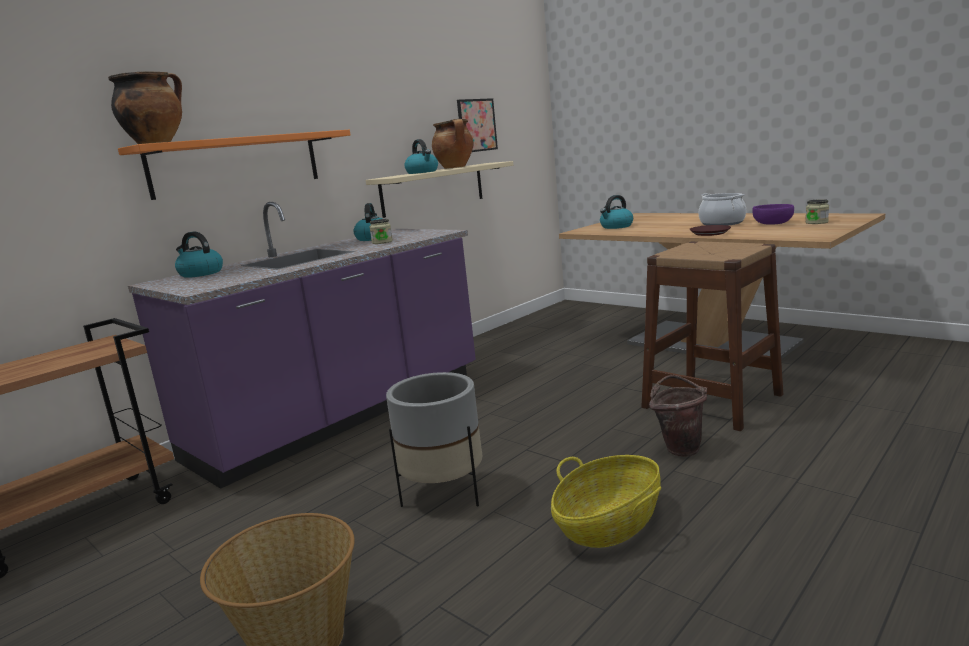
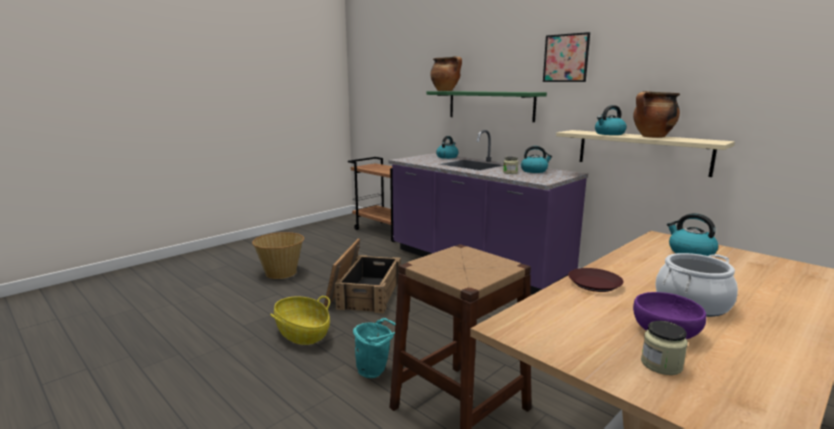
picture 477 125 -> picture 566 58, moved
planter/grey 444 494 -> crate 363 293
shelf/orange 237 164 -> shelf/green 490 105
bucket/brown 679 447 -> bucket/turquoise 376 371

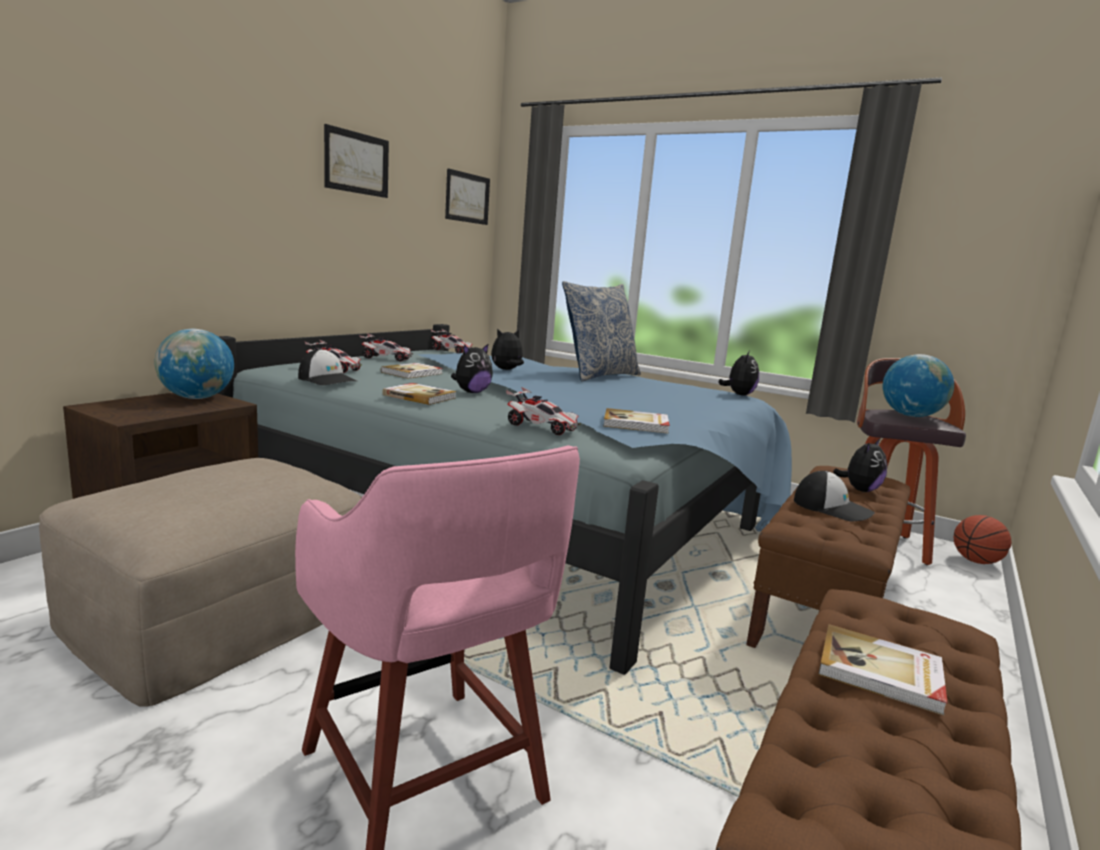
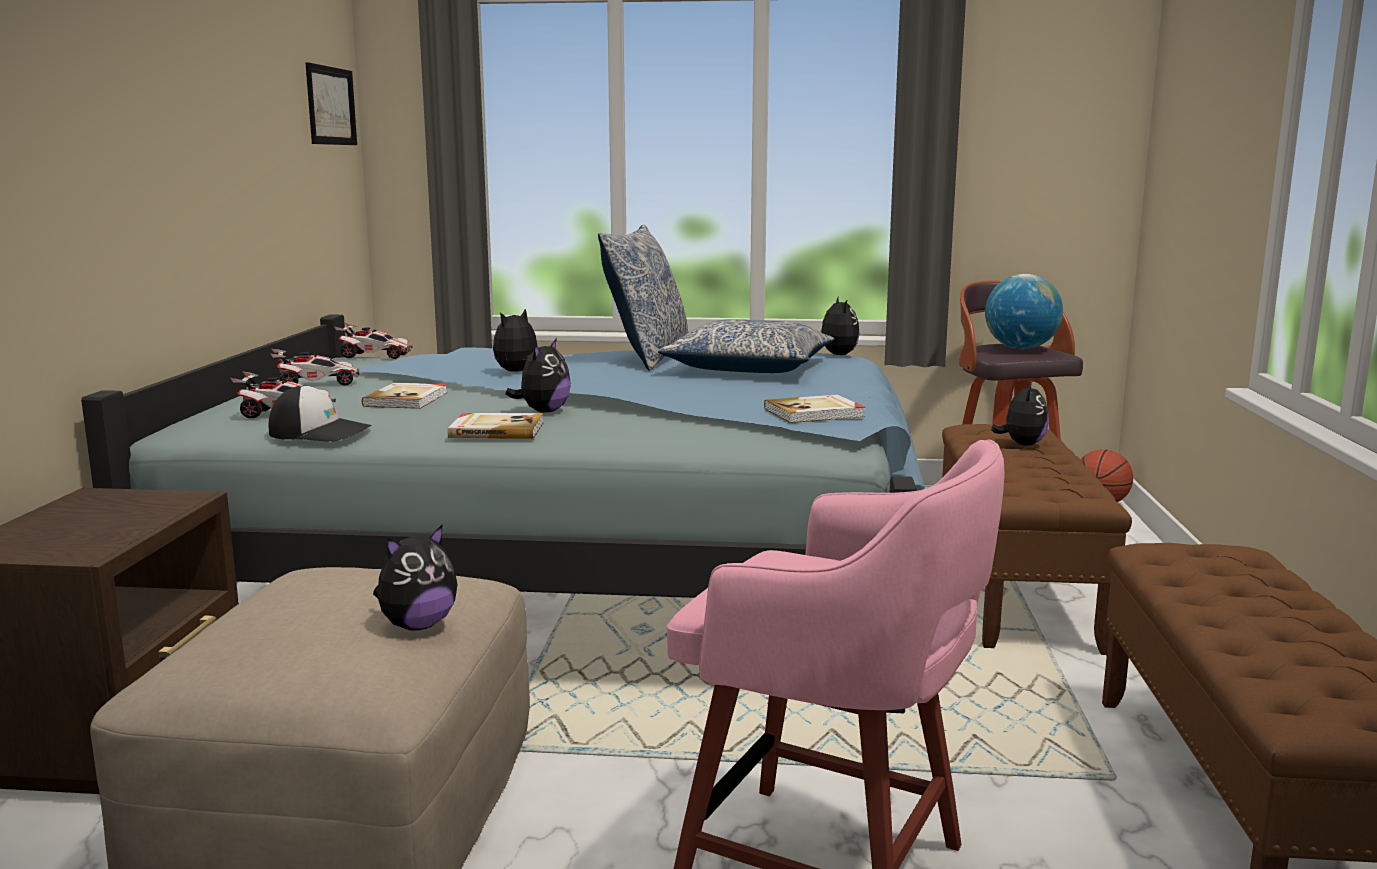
globe 196 398 -> none
picture 357 163 -> none
toy car 542 427 -> none
cap 833 508 -> none
book 880 672 -> none
none -> plush toy 417 625
none -> pillow 749 368

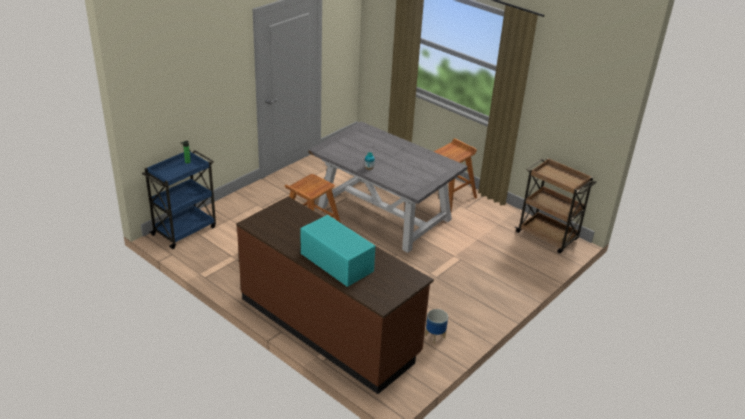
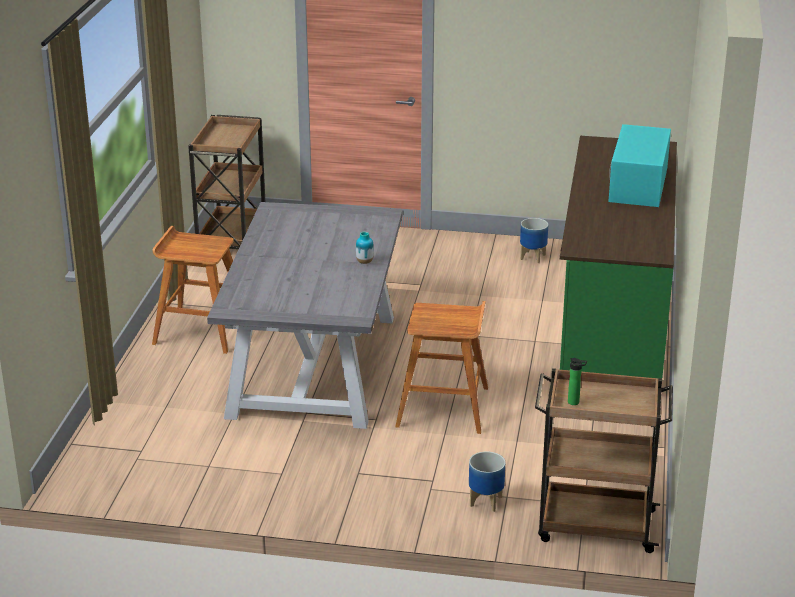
none -> planter 485 502
cart/blue 185 230 -> cart/brown 594 525
counter/brown 329 326 -> counter/green 612 320

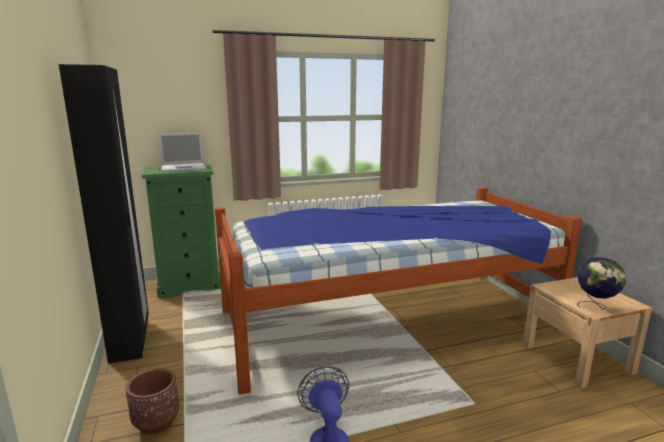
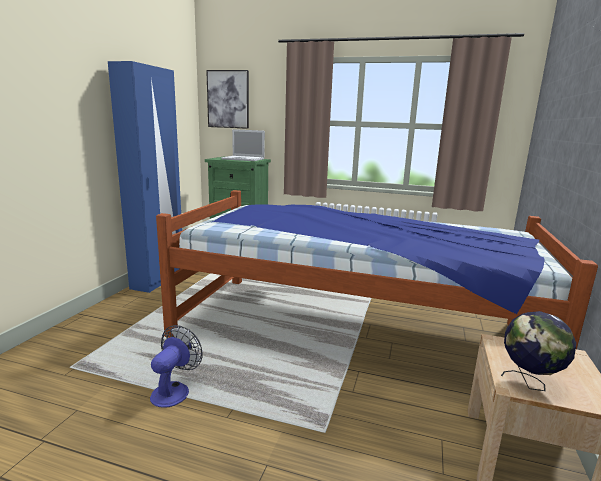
planter/brown 156 422 -> none
none -> picture 228 99
wardrobe/black 130 340 -> wardrobe/blue 158 280

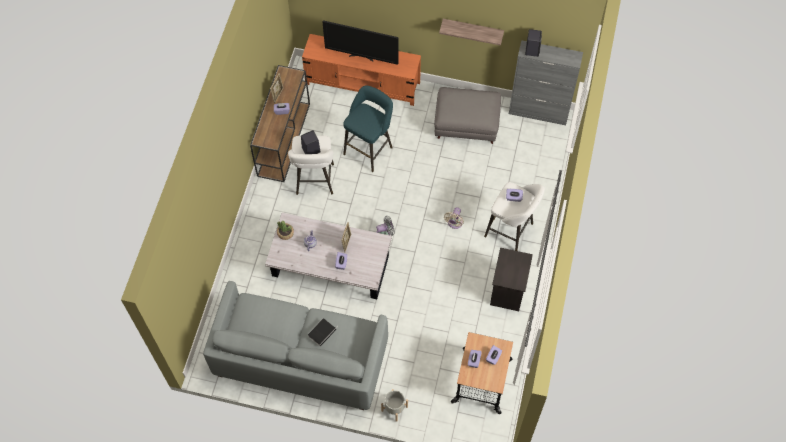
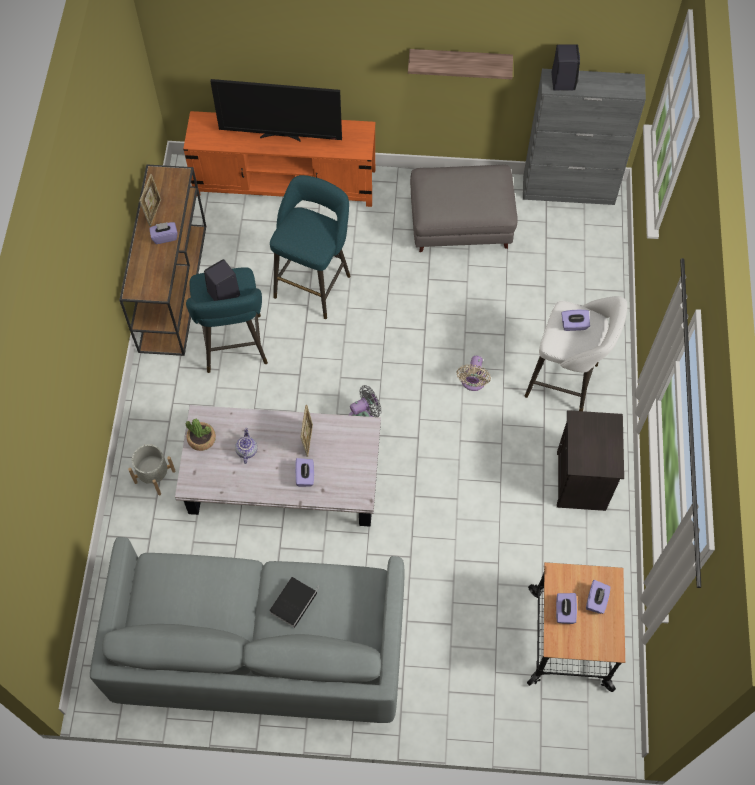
planter/grey 394 408 -> planter/grey 155 476, moved
stool/white 315 181 -> stool/turquoise 234 347

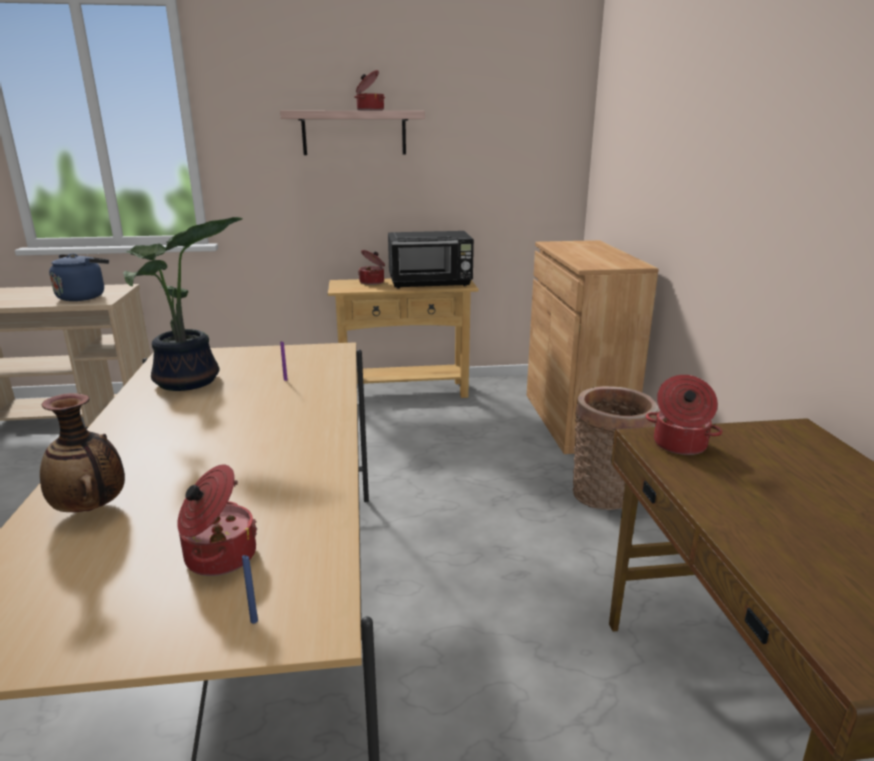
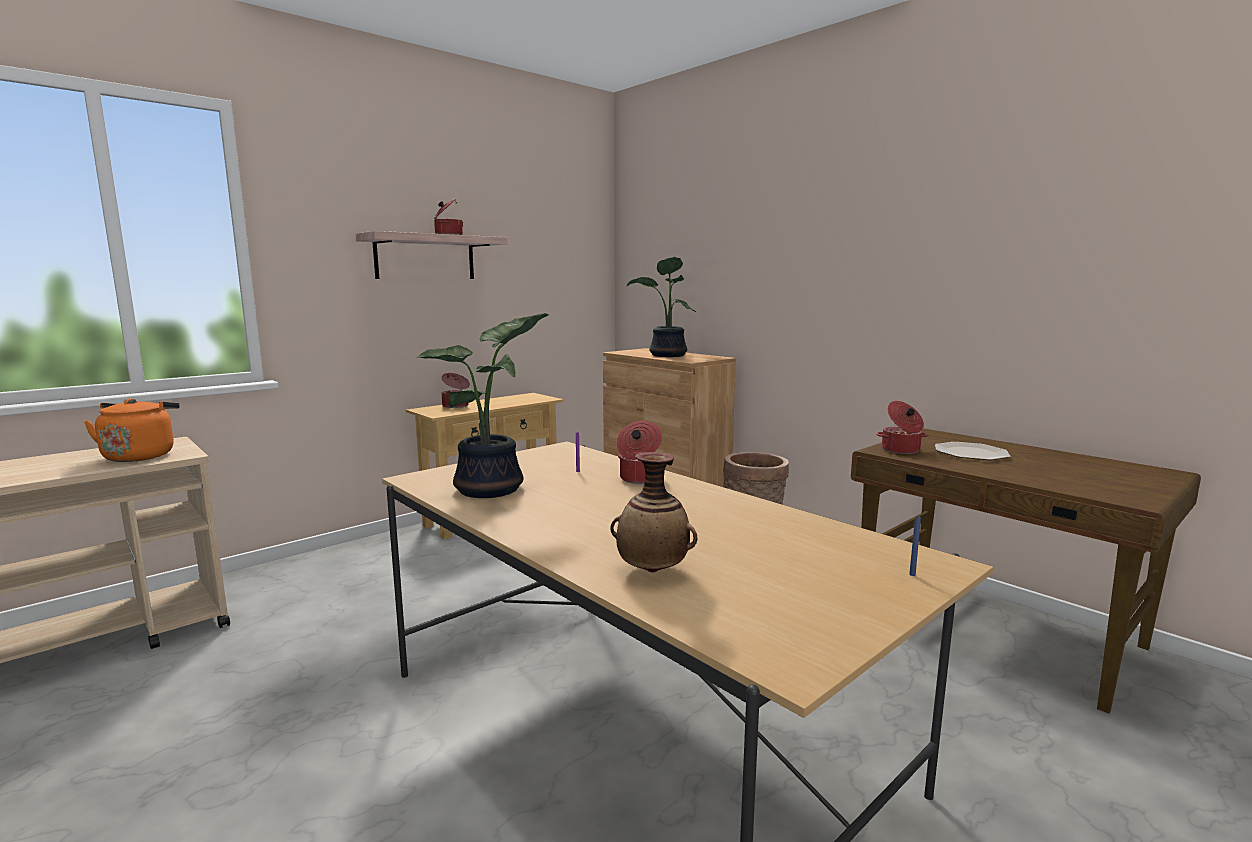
microwave/black 430 283 -> none
none -> potted plant 666 355
none -> plate 972 453
cooking pot 218 556 -> cooking pot 639 479, moved
kettle/blue 84 296 -> kettle/orange 140 455

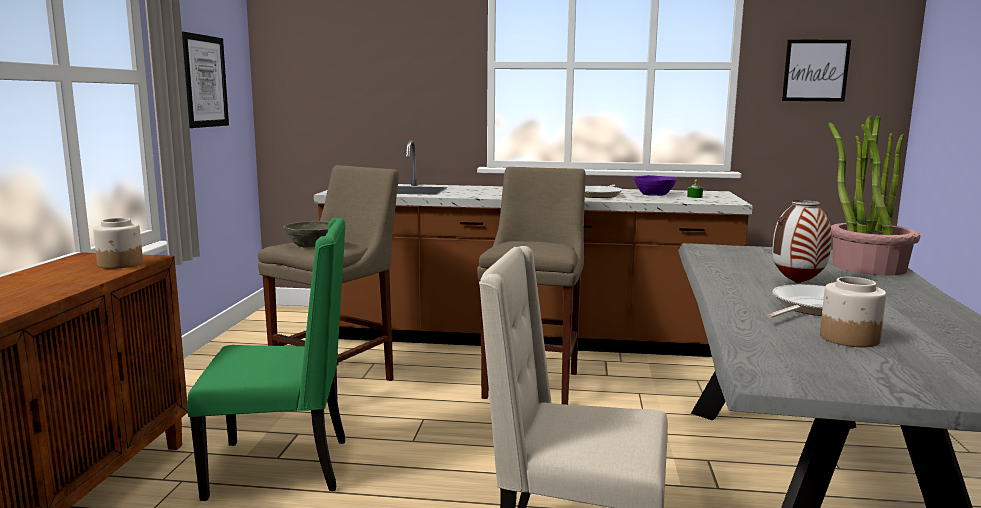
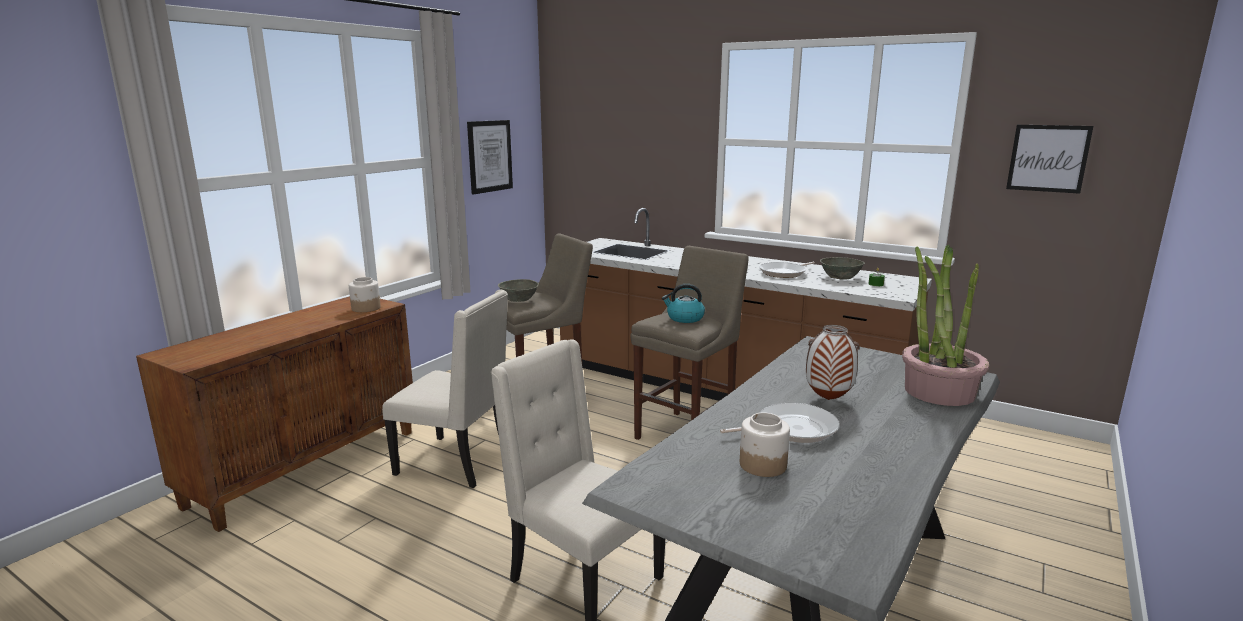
none -> kettle 684 318
chair/green 283 467 -> chair/beige 456 463
bowl/purple 654 194 -> bowl/grey 840 277

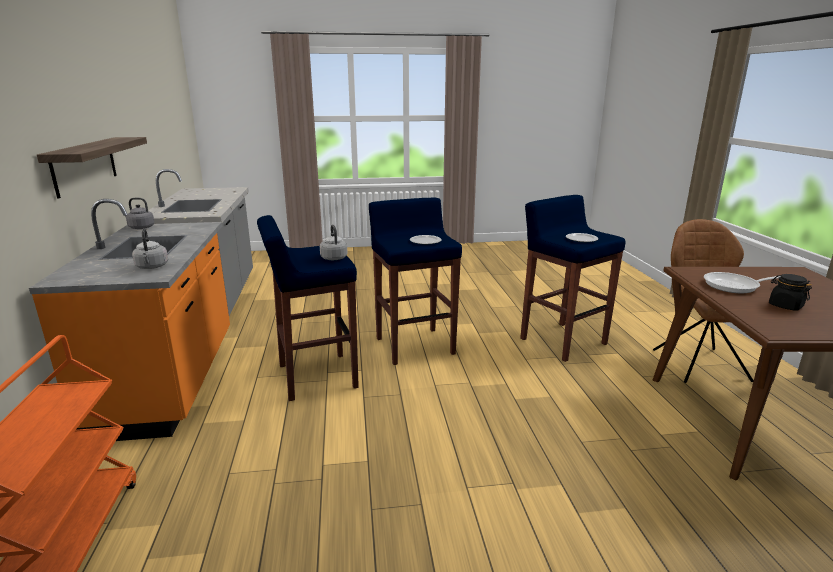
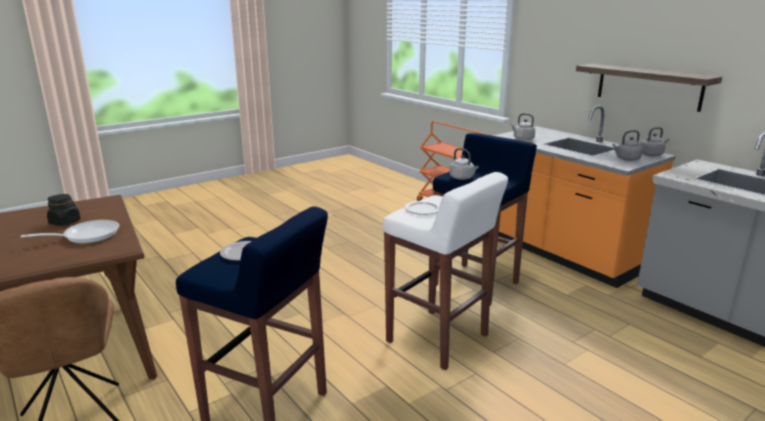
none -> kettle/grey 626 159
stool/blue 414 345 -> stool/white 438 339

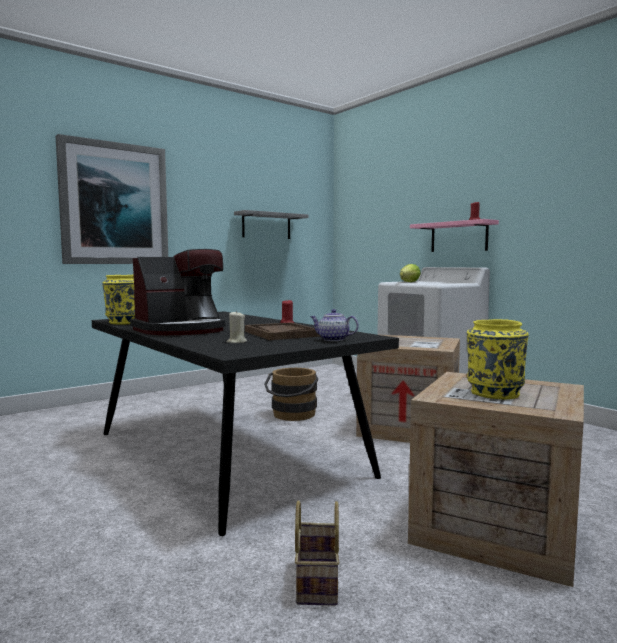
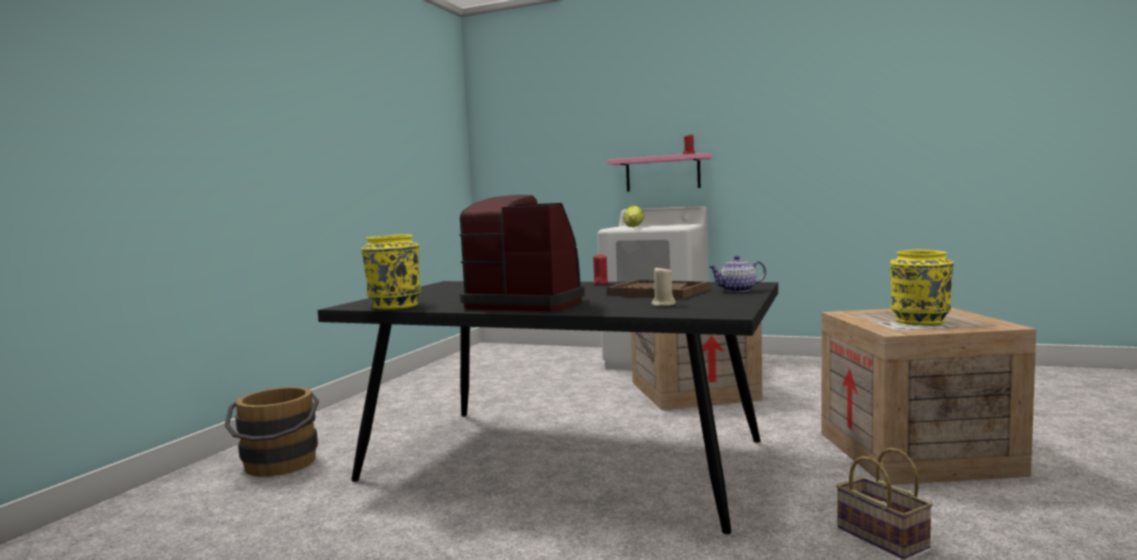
picture 114 204 -> none
shelf/grey 266 226 -> none
bucket/brown 292 415 -> bucket/brown 279 466, moved
coffee machine 181 330 -> coffee machine 527 303, 90 degrees counterclockwise

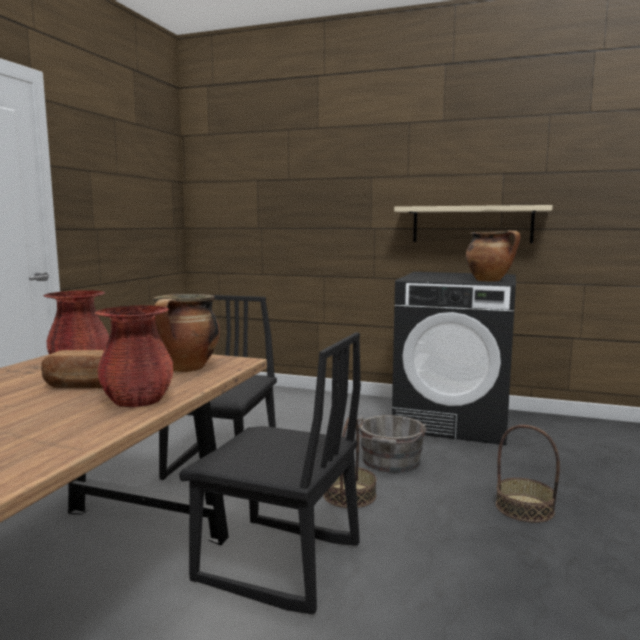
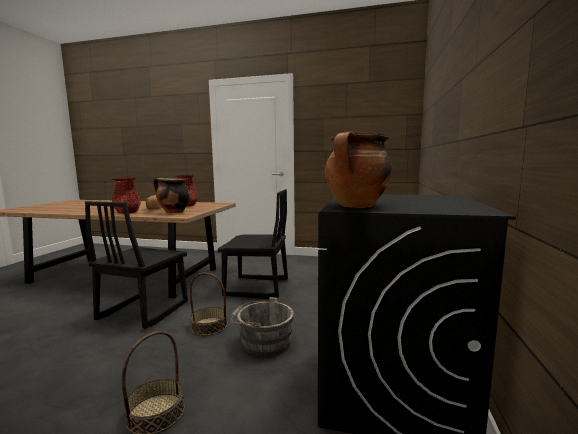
shelf/beige 472 224 -> none

